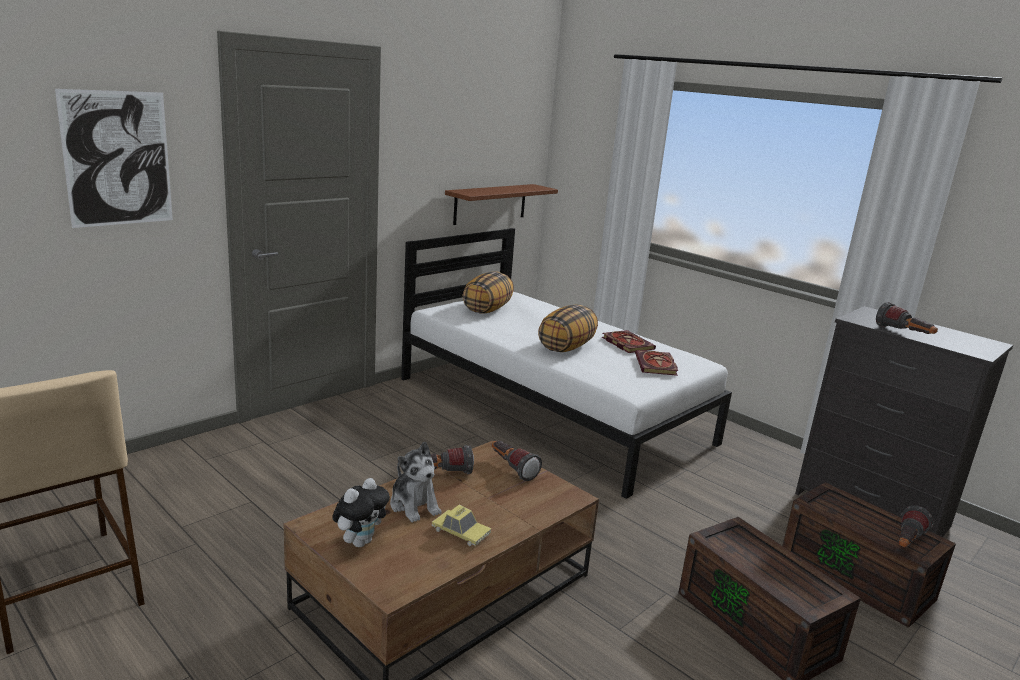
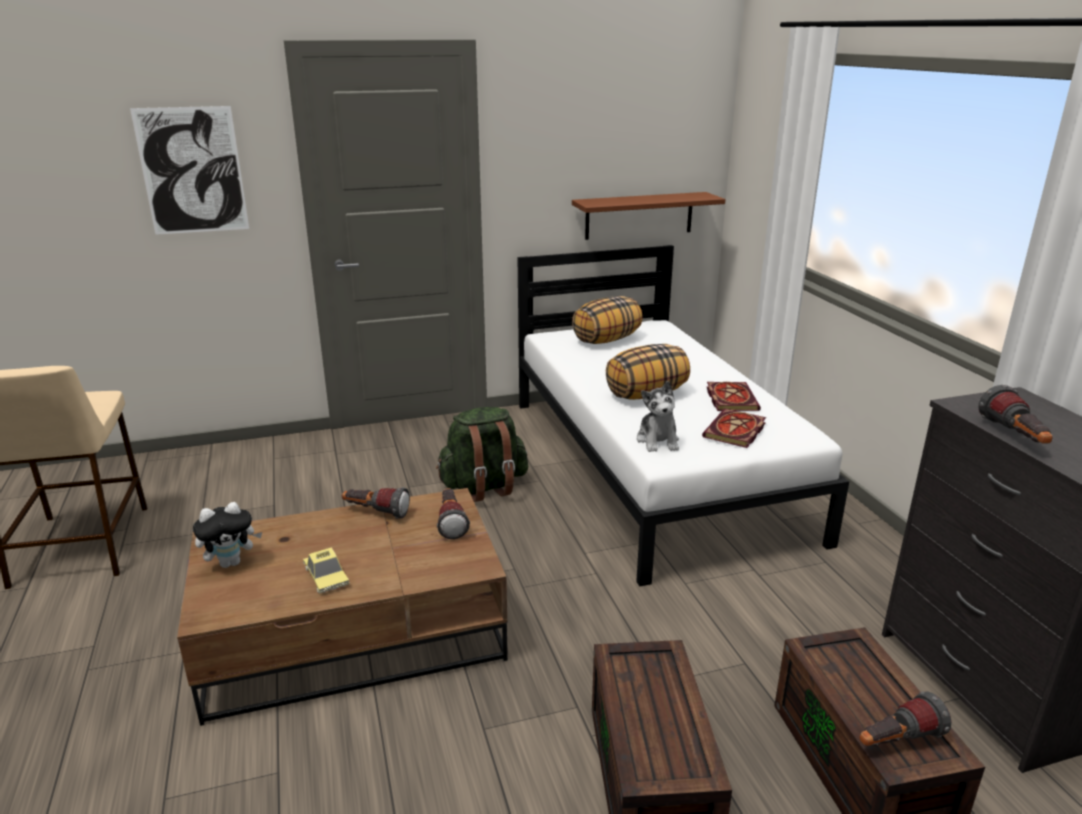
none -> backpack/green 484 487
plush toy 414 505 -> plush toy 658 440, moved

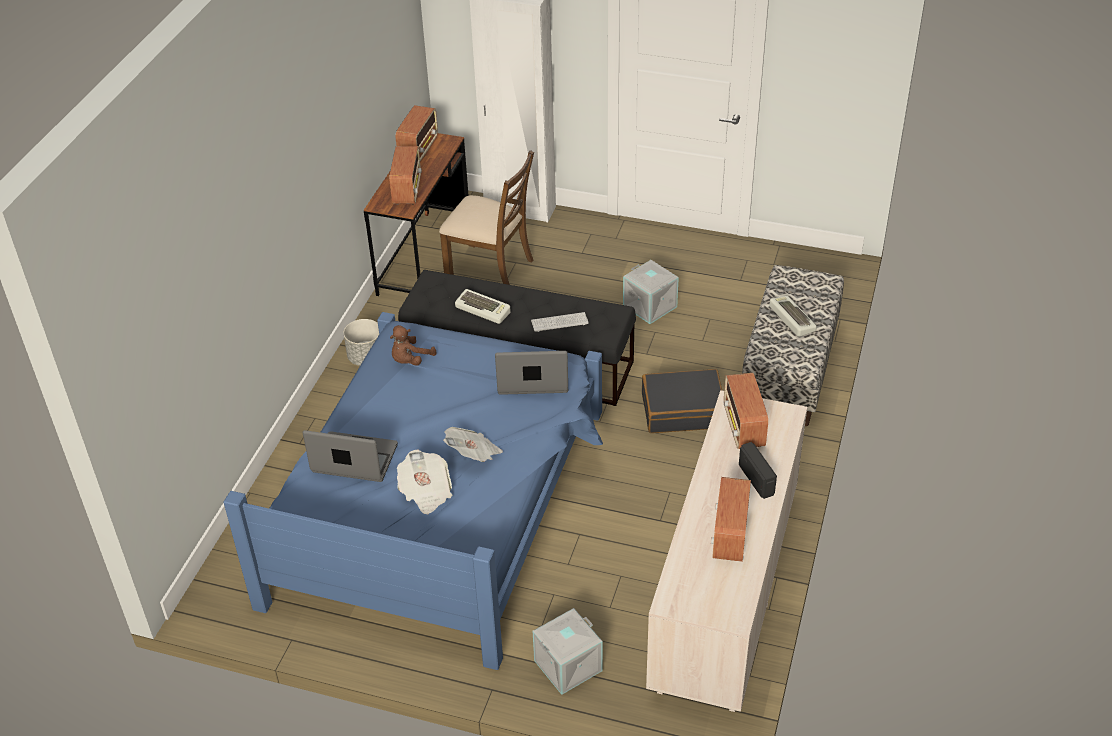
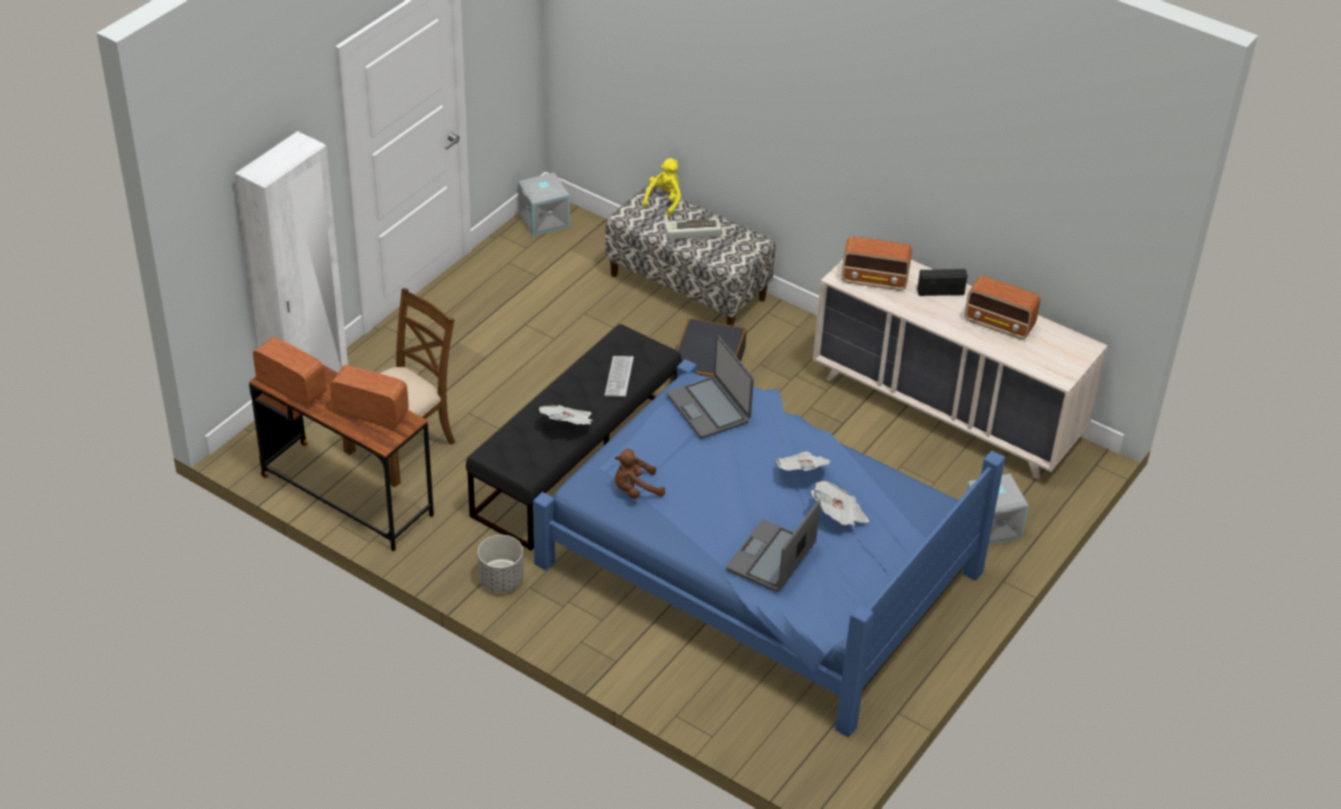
none -> plush toy/yellow 664 200
storage box/grey 650 306 -> storage box/grey 544 219, moved
keyboard 484 309 -> newspaper 568 425
plush toy/brown 410 360 -> plush toy/brown 635 490, 105 degrees clockwise
laptop 533 378 -> laptop 709 408, 45 degrees counterclockwise

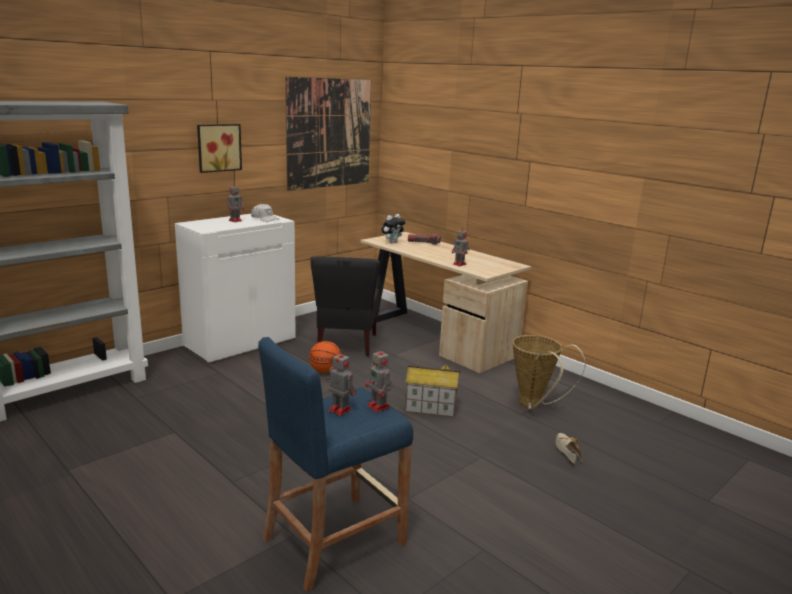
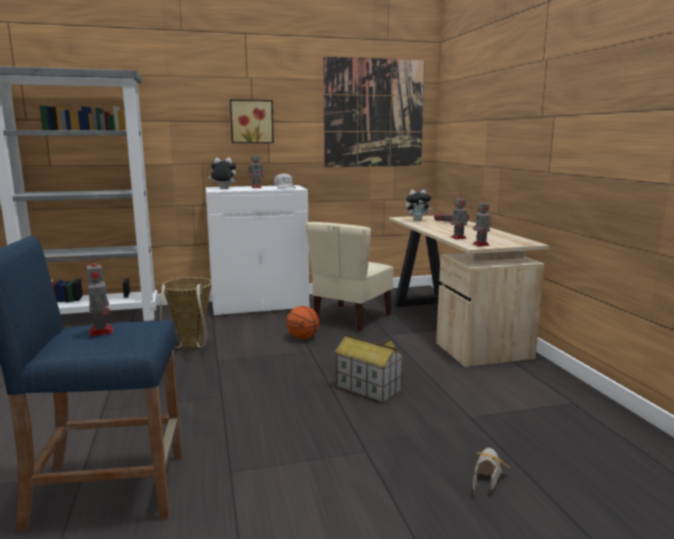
none -> plush toy 223 189
toy robot 379 407 -> toy robot 481 245, moved
basket 534 406 -> basket 190 347, moved
chair/black 345 344 -> chair/beige 351 319

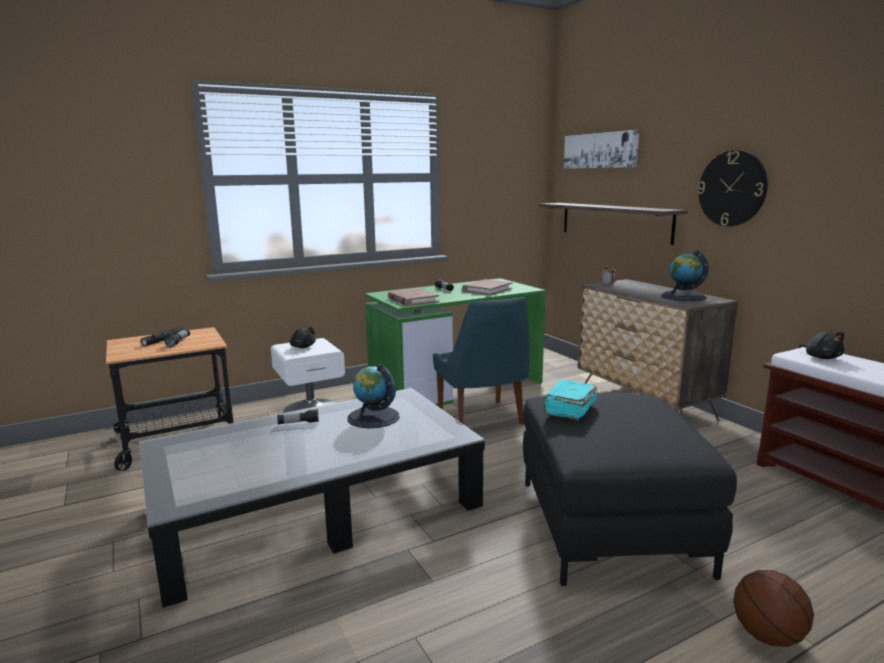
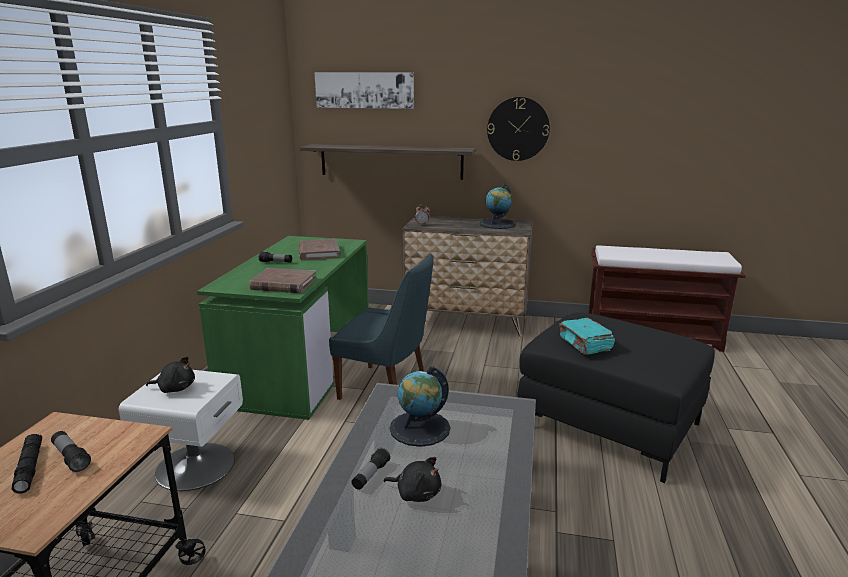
basketball 768 636 -> none
plush toy/black 821 357 -> plush toy/black 416 493, moved

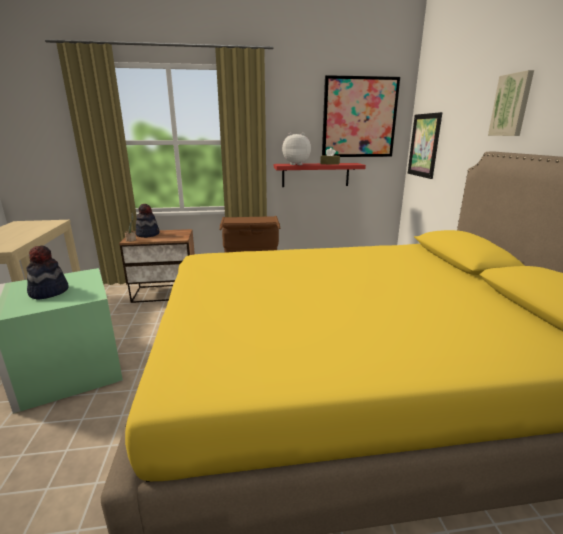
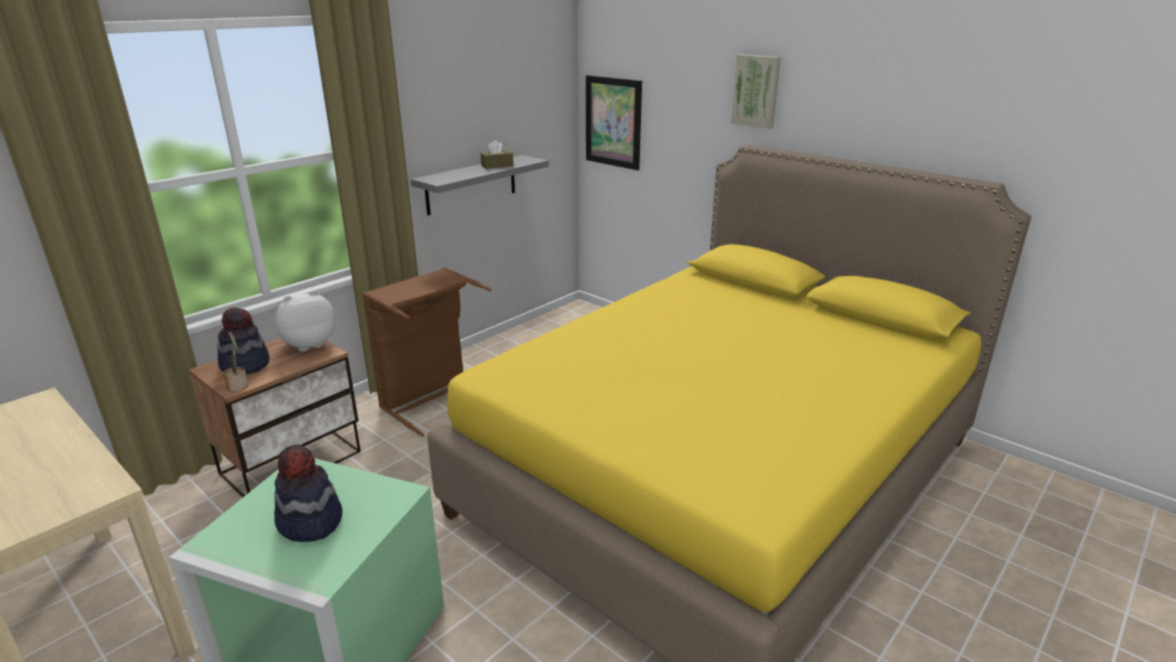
picture 359 118 -> none
plush toy 296 164 -> plush toy 308 344, moved
shelf/red 315 175 -> shelf/grey 471 184

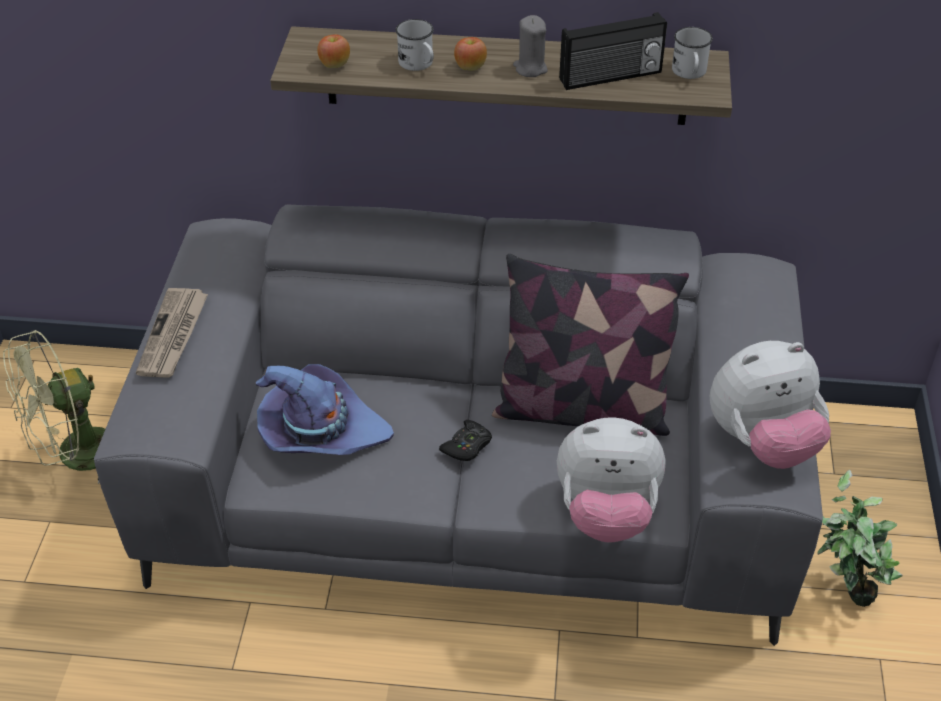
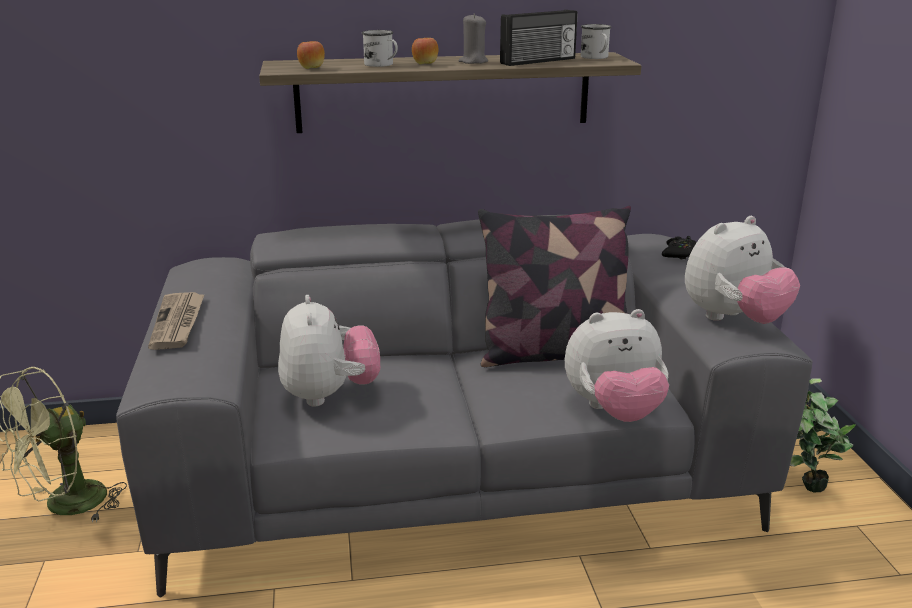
game controller/black 467 446 -> game controller/black 679 253, moved
hat/purple 320 431 -> plush toy 329 395

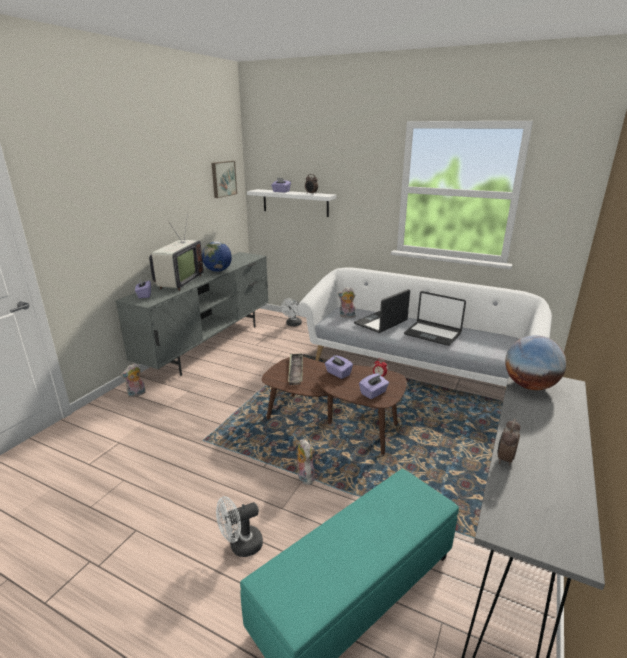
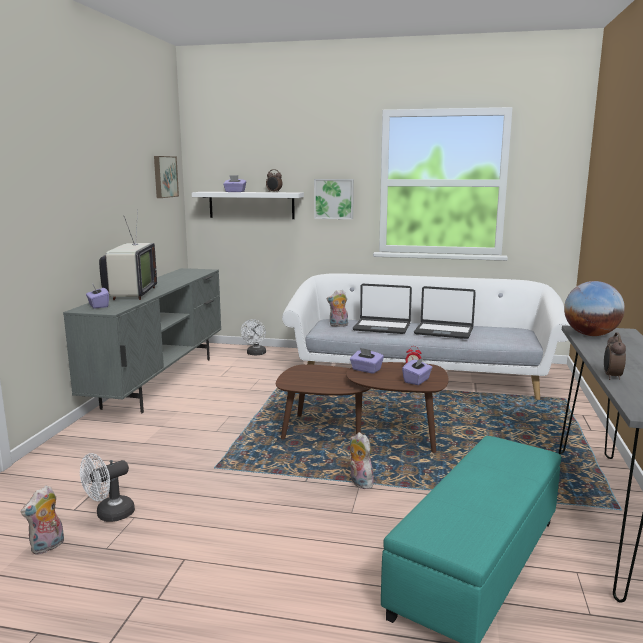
globe 218 271 -> none
tray 295 371 -> none
none -> picture 334 198
plush toy 136 394 -> plush toy 48 547, moved
fan/white 241 546 -> fan/white 109 515, moved
laptop 381 323 -> laptop 382 327, 105 degrees counterclockwise

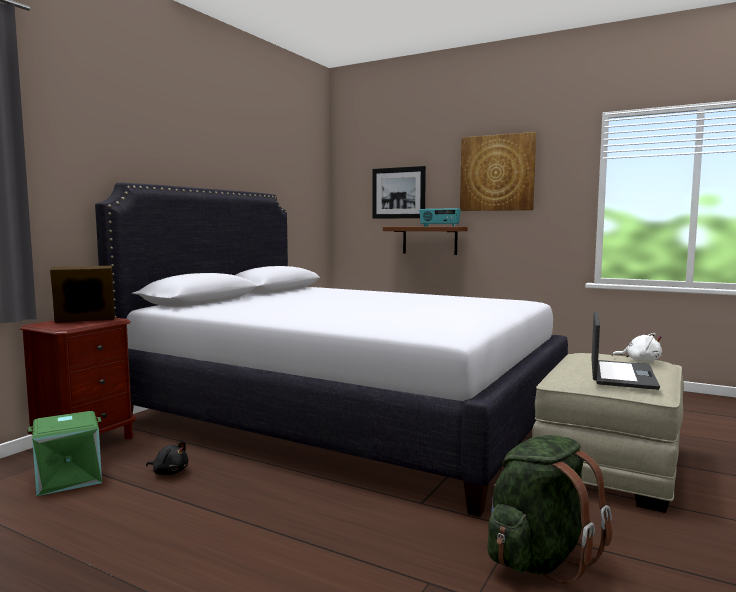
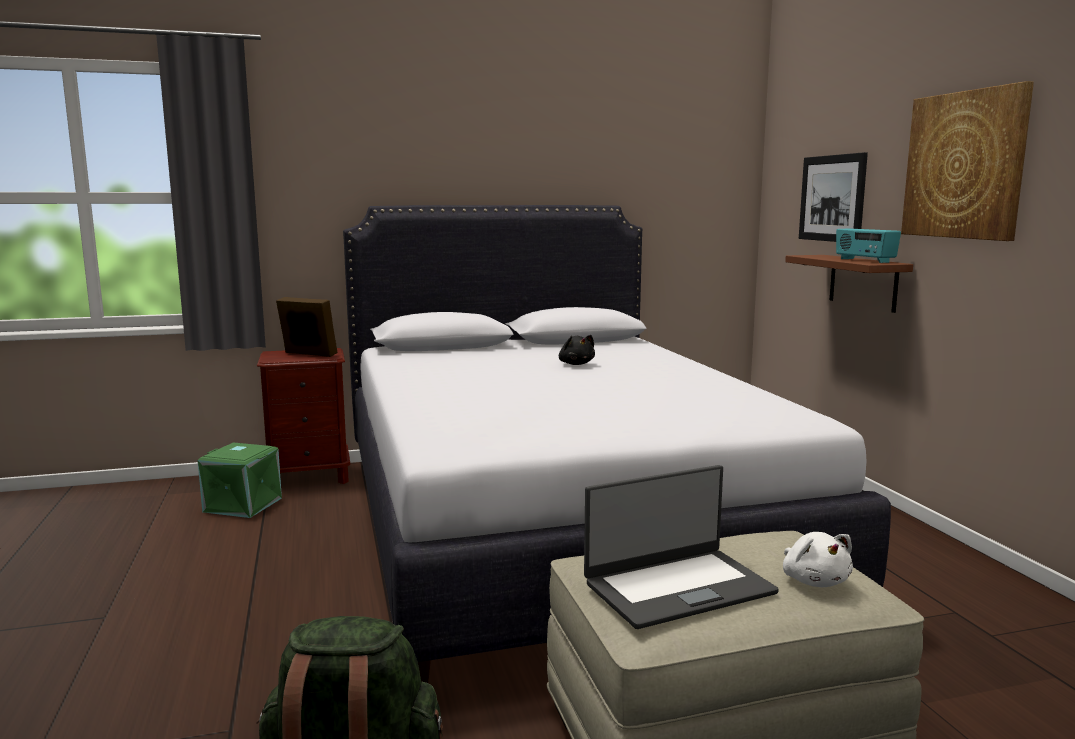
plush toy/black 169 472 -> plush toy/black 576 364, moved

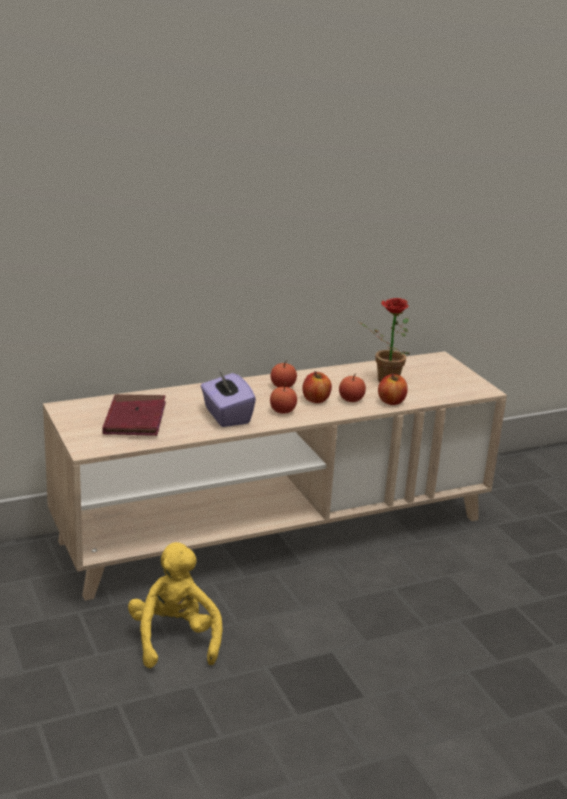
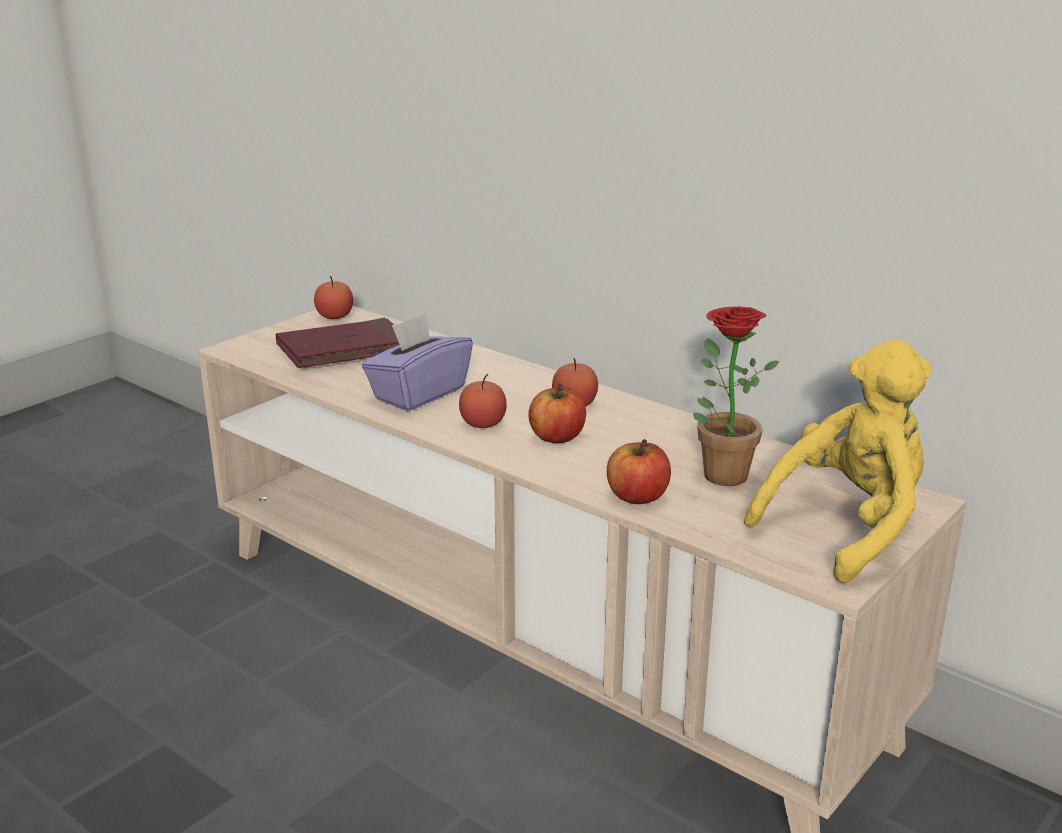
plush toy/yellow 174 639 -> plush toy/yellow 847 527, moved
apple 351 399 -> apple 335 316, moved

